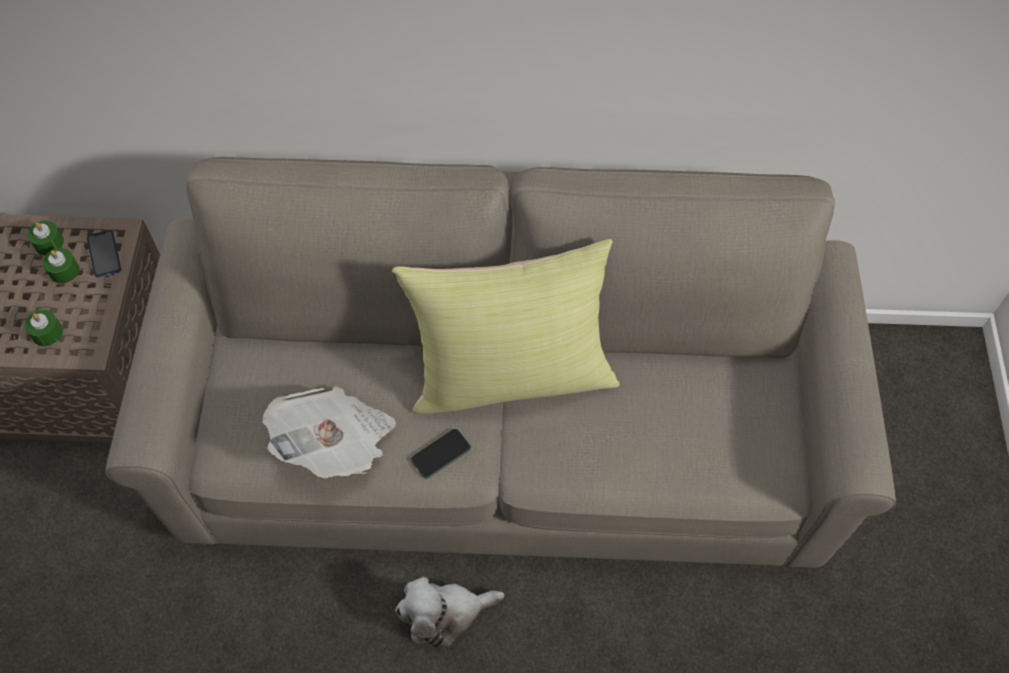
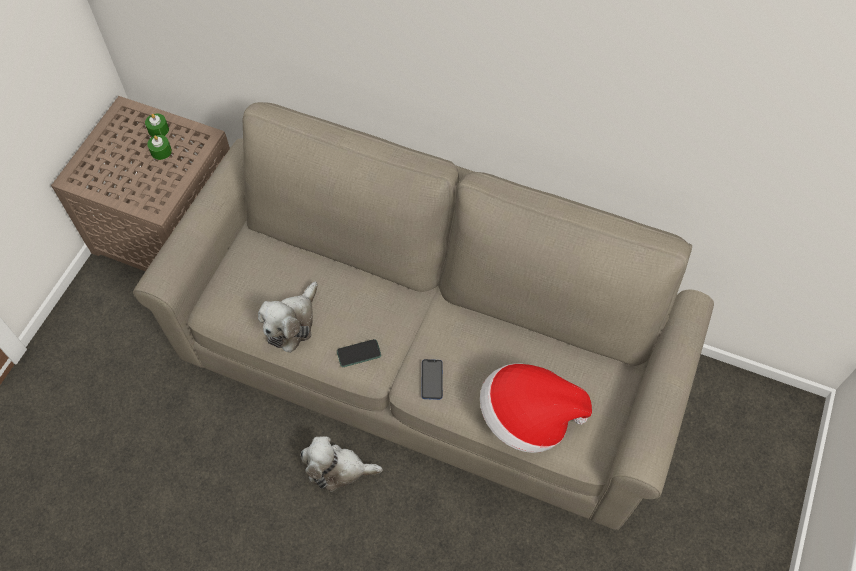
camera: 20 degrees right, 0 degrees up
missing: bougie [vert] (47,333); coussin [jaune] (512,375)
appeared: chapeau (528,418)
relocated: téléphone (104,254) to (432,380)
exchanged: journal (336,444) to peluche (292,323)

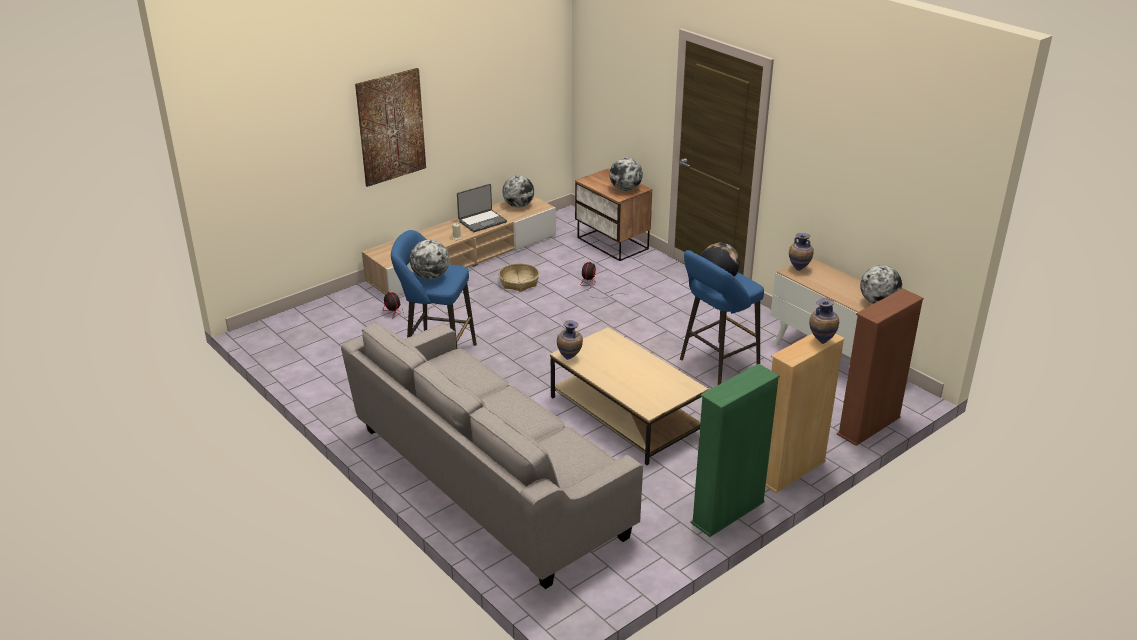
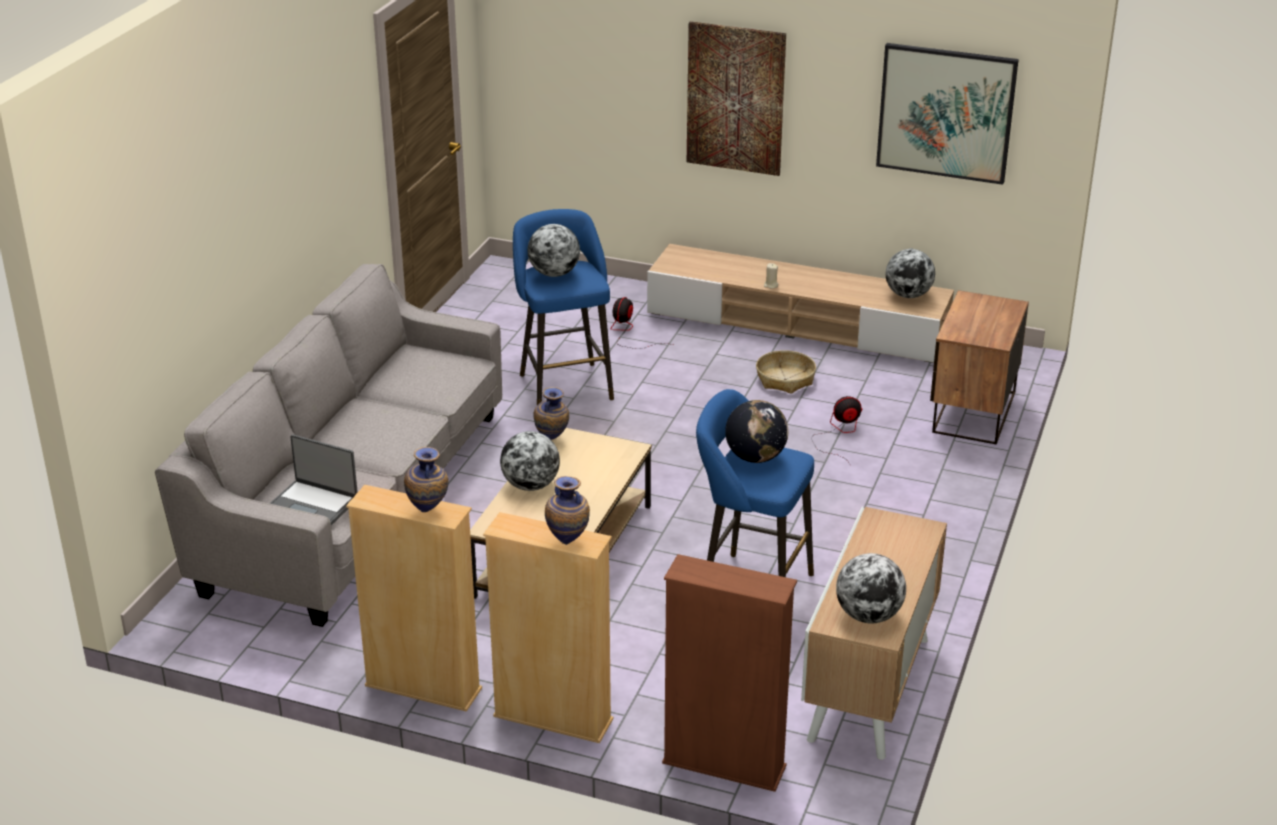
camera: 60 degrees right, 0 degrees up
appeared: tableau (946,112)
relocated: ordinateur portable (482,221) to (313,504); globe (625,189) to (531,485); vase (799,269) to (428,511)
colour: bibliothèque [vert] (728,513) to bibliothèque [beige] (423,687)

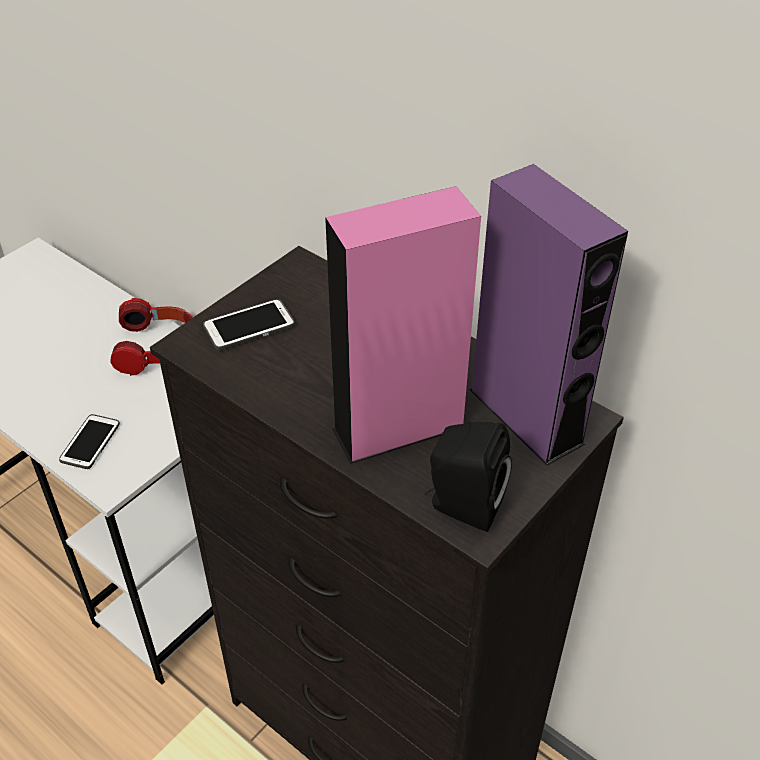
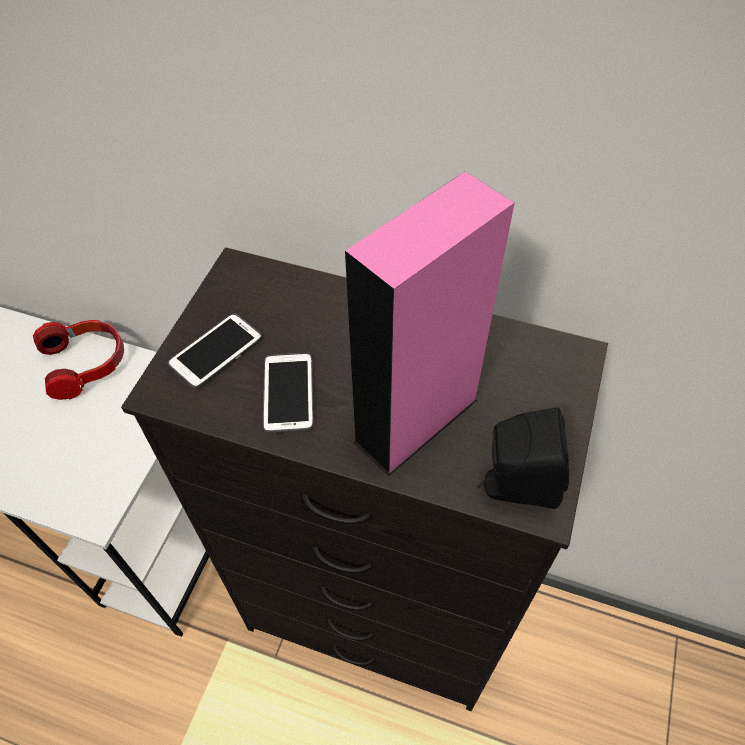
camera: 20 degrees left, 10 degrees up
missing: enceinte [violet] (526,416)
relocated: téléphone (90,442) to (288,393)

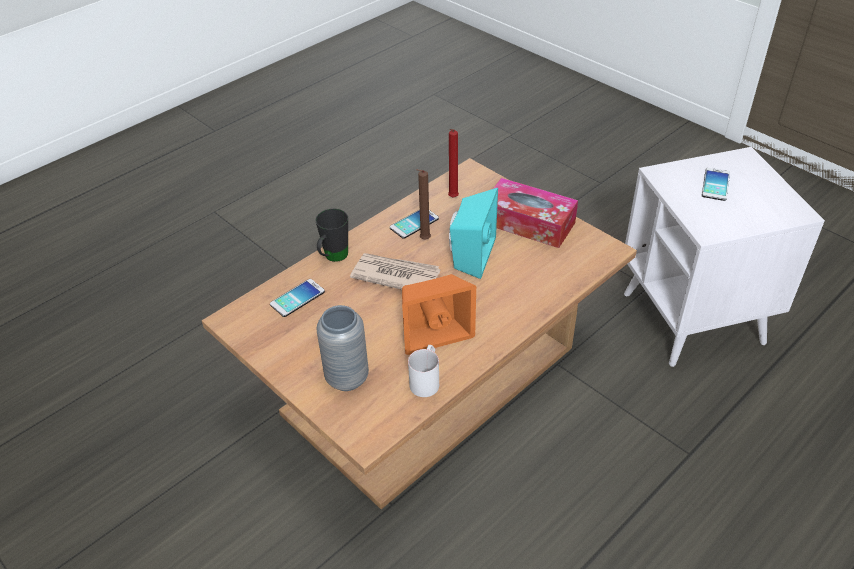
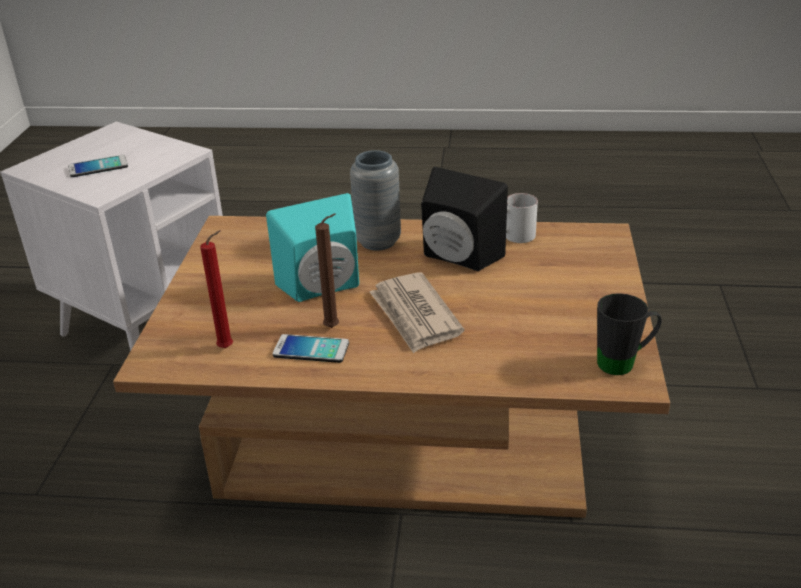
camera: 130 degrees left, 10 degrees down
missing: téléphone (297,298); boîte à mouchoirs (528,223)
relocated: mug [noir] (333,258) to (624,362); vase [gris] (347,378) to (378,241)
colour: enceinte [orange] (434,332) to enceinte [noir] (457,258)

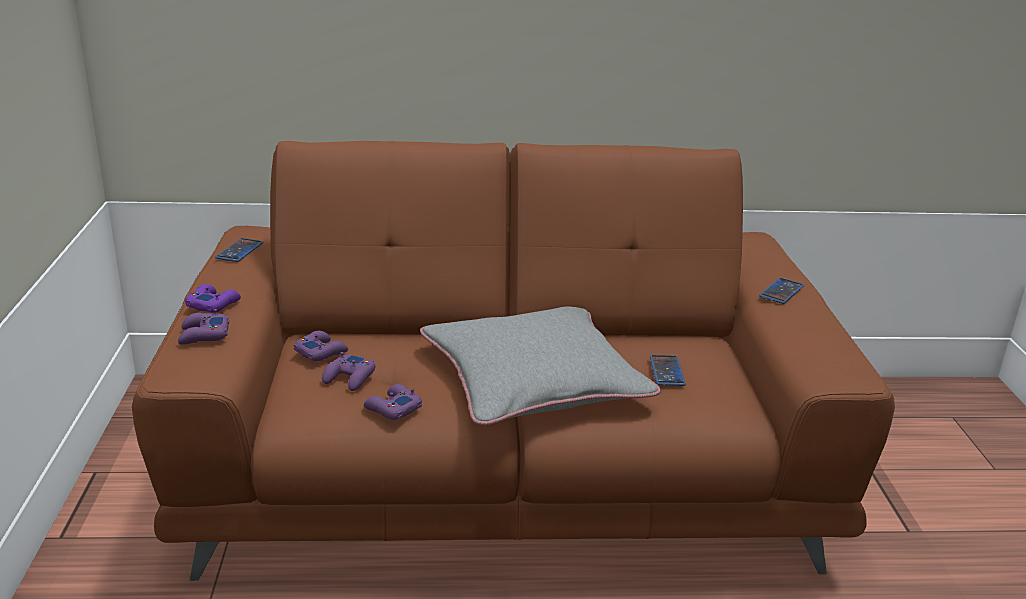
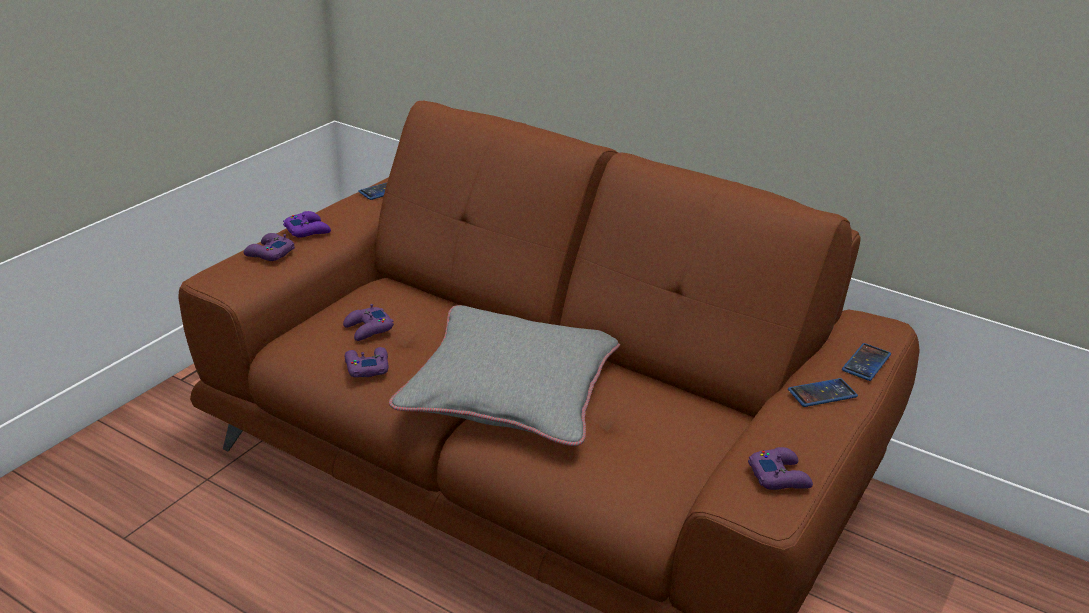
camera: 35 degrees right, 5 degrees up
relocated: manette [violet] (321,352) to (779,476); téléphone (666,371) to (866,362)

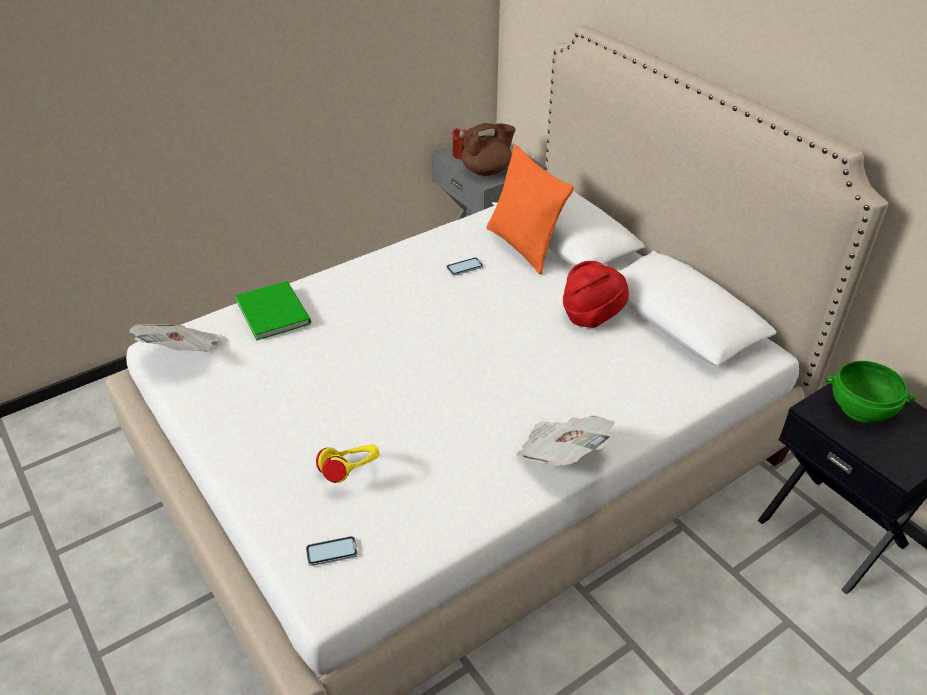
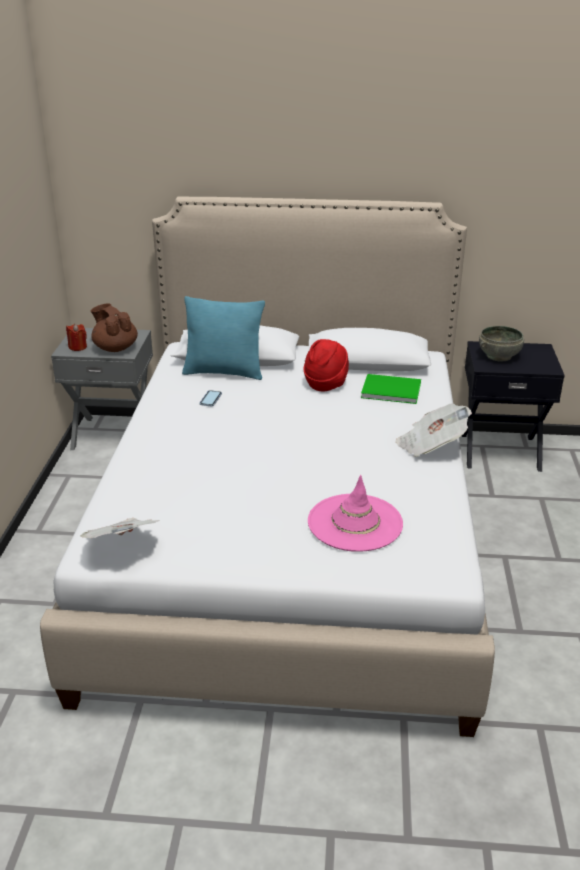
camera: 50 degrees left, 10 degrees down
missing: téléphone (332,552)
relocated: livre [vert] (274,310) to (389,390)
exchanged: casque audio [jaune] (350,474) to chapeau [rose] (355,523)
colour: coussin [orange] (523,247) to coussin [turquoise] (224,372); bol [vert] (860,410) to bol [gris] (499,356)
spun: théière [marron] (487,171) = (115,348) 60 degrees counterclockwise

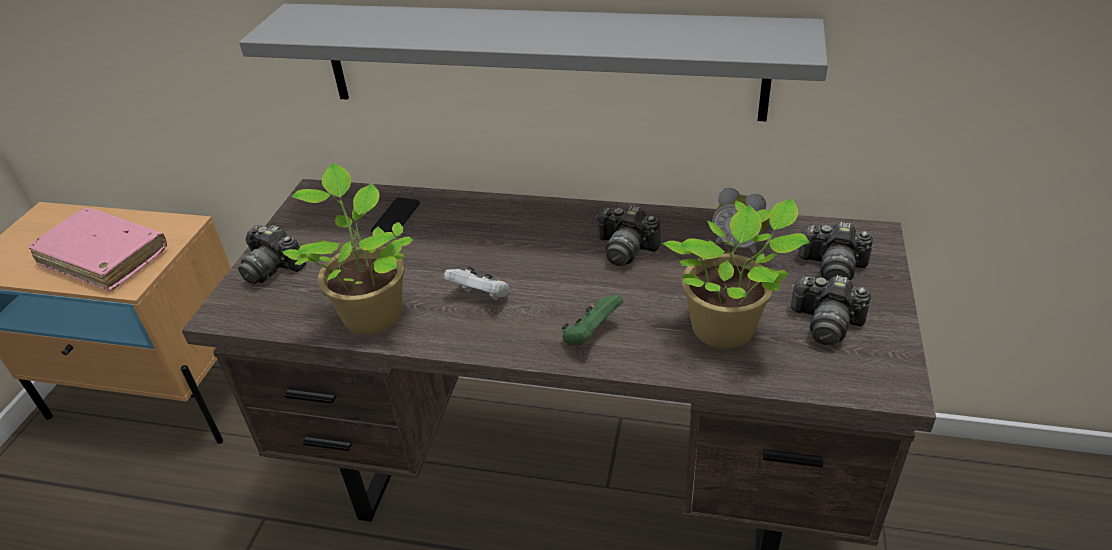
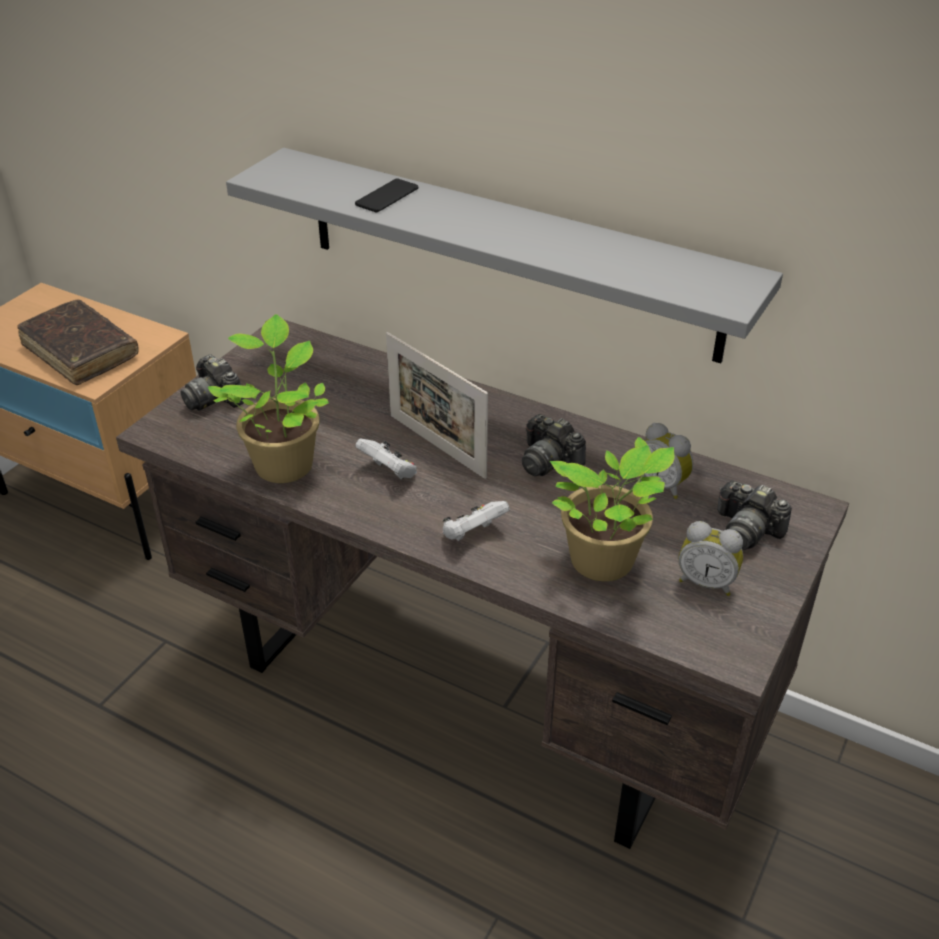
camera: 15 degrees right, 0 degrees up
appeared: cadre photo (437,446)
relocated: téléphone (396,217) to (387,196)
exchanged: appareil photo (826,323) to réveil (706,582)
colour: livre [rose] (104,258) to livre [marron] (80,352); manette [vert] (591,335) to manette [blanc] (473,534)

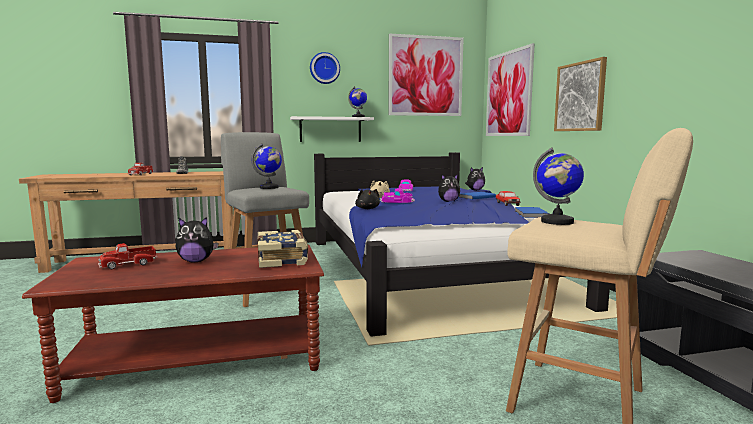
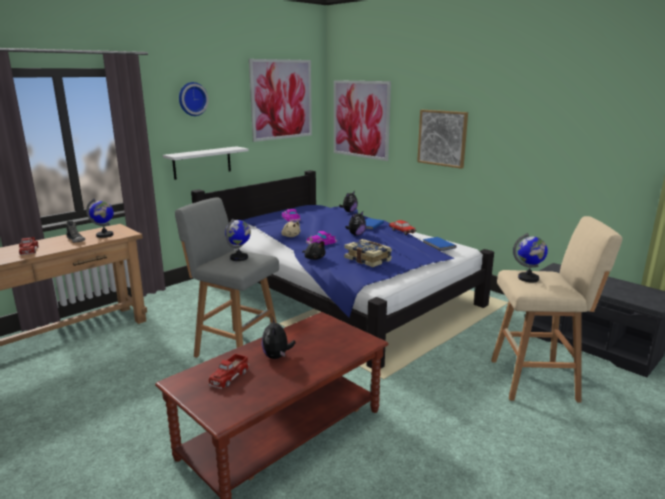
camera: 30 degrees left, 10 degrees up
relocated: livre (283,259) to (368,259); globe (358,117) to (105,235)
spun: peluche (196,261) = (277,356) 120 degrees clockwise

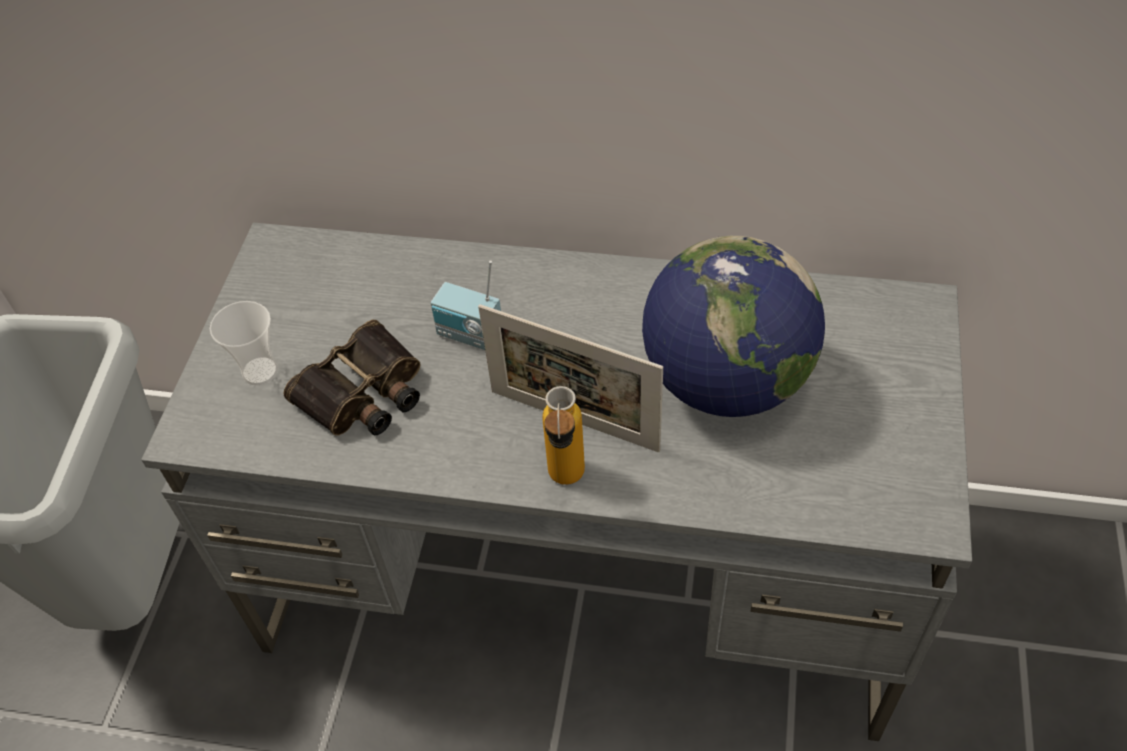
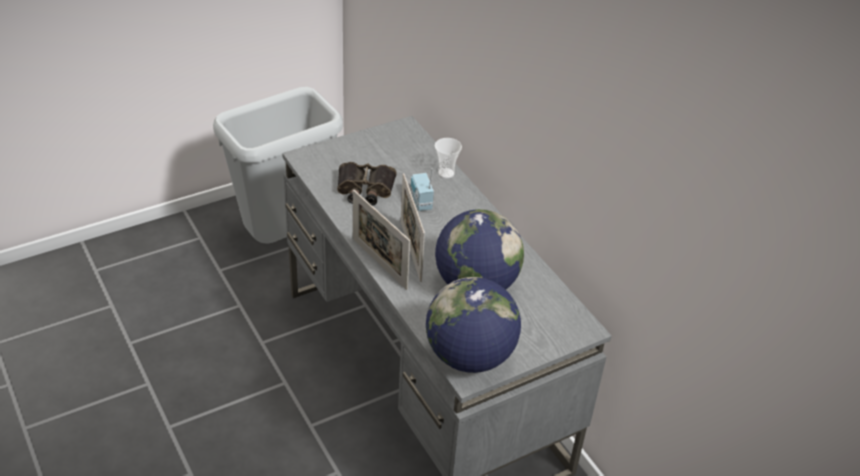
camera: 45 degrees right, 10 degrees down
appeared: globe (469,356)
relocated: tasse (260,371) to (446,173)
exchanged: bouteille (566,484) to cadre photo (379,263)

